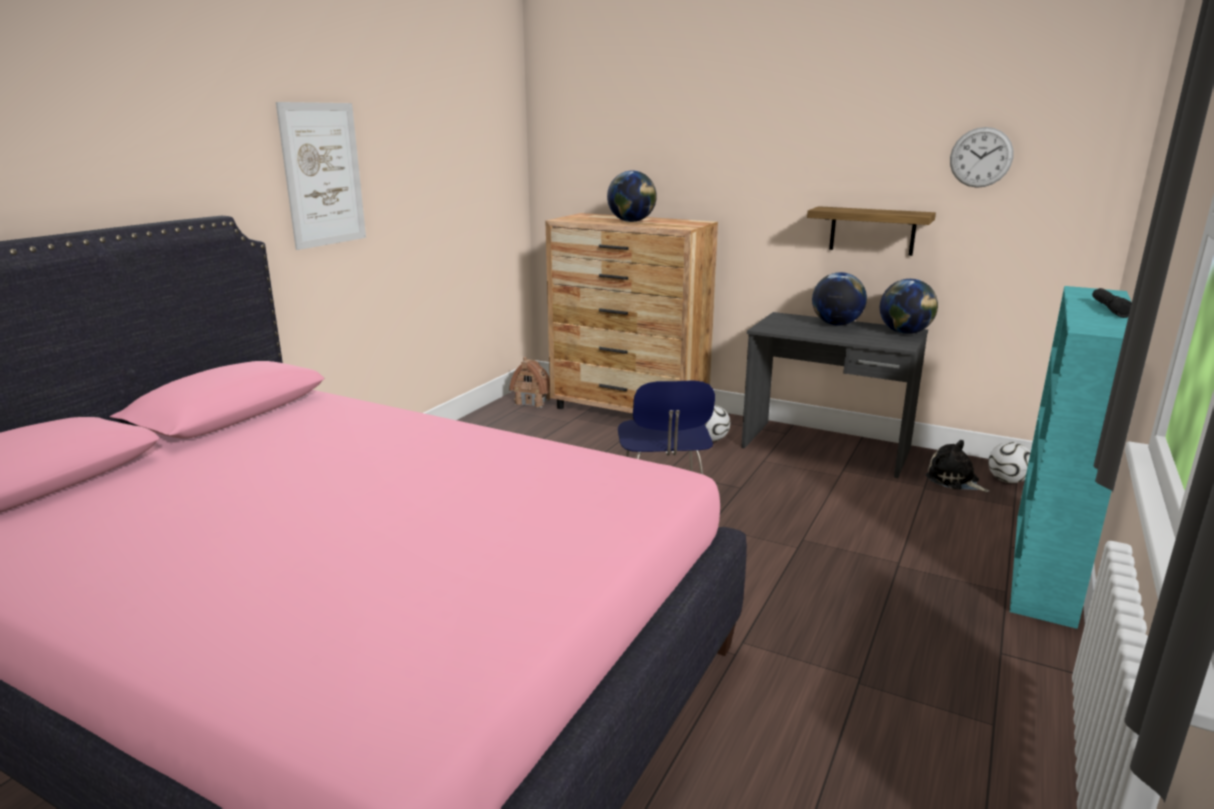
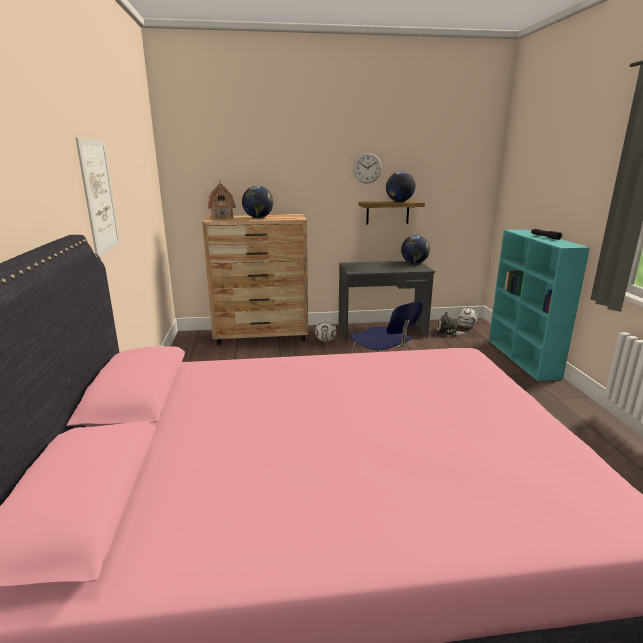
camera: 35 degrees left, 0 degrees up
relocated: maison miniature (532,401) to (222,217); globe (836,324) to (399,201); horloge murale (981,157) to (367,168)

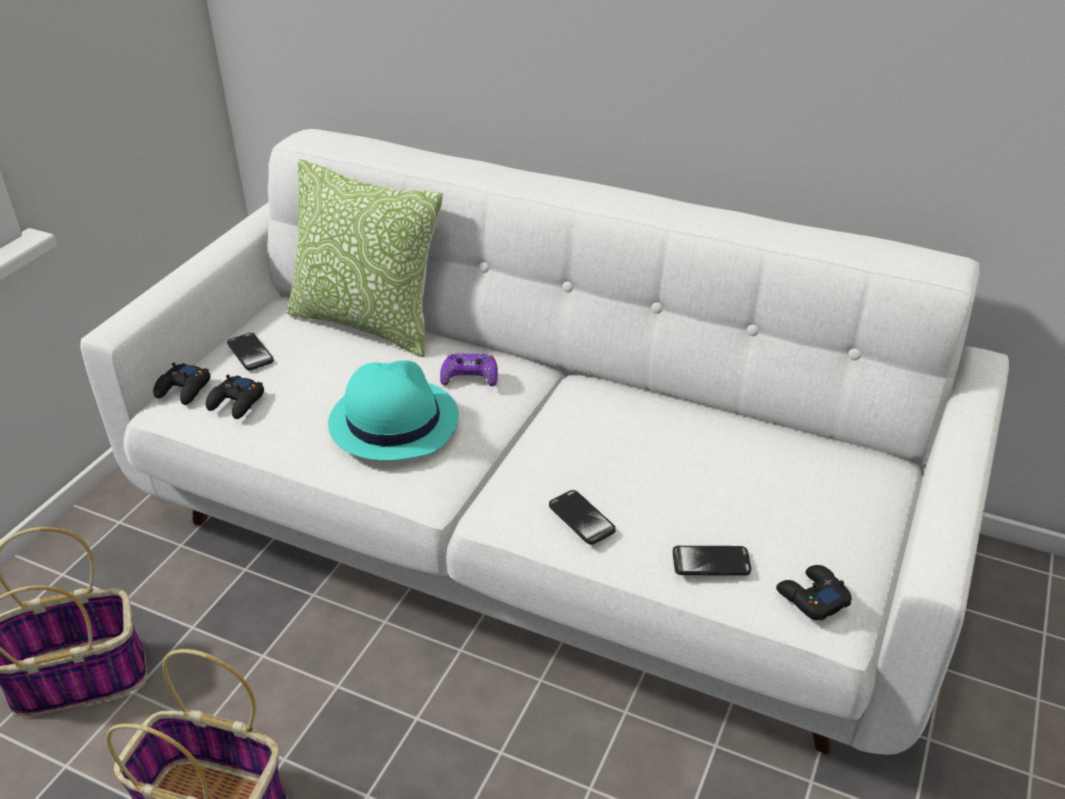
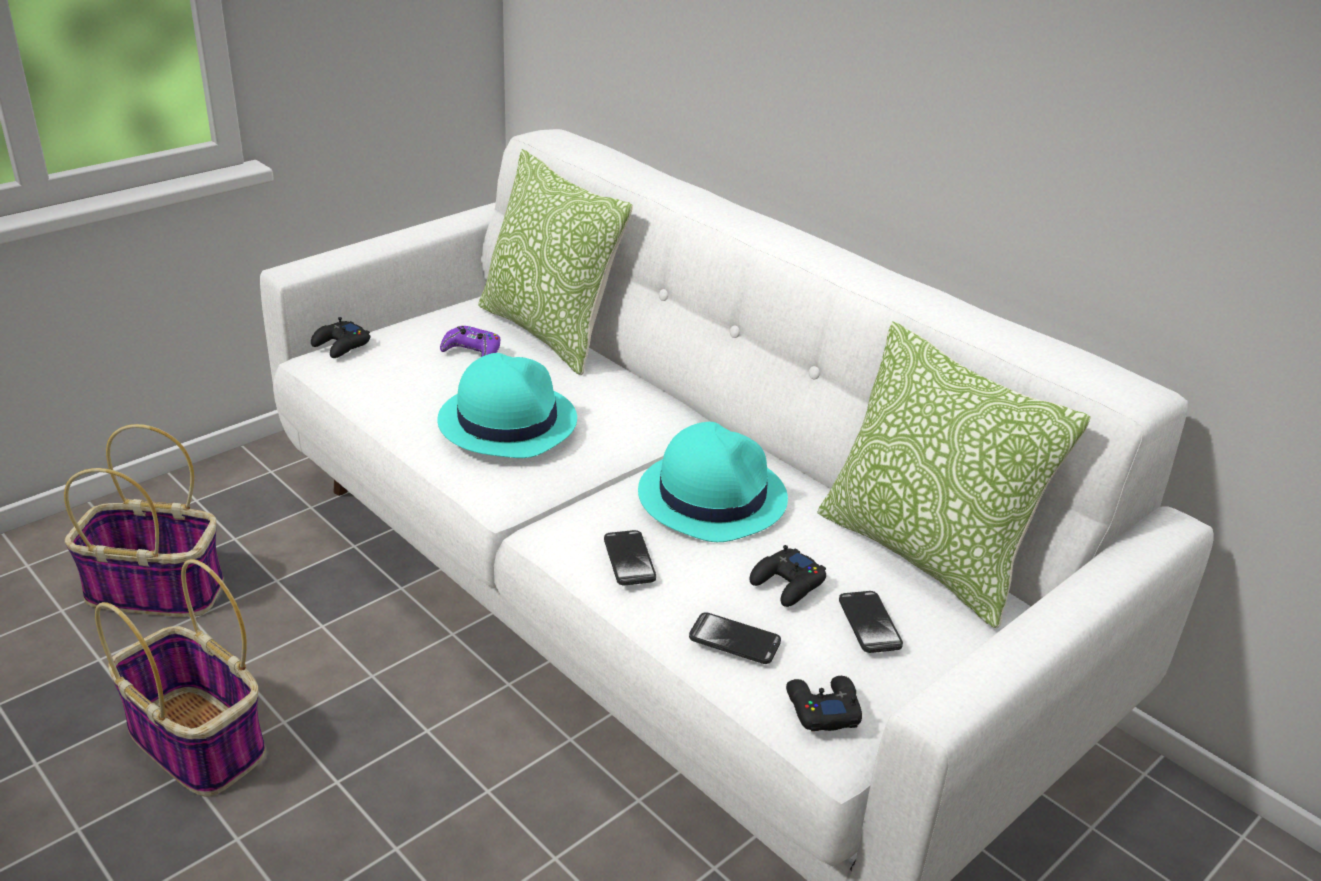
camera: 20 degrees right, 5 degrees down
appeared: chapeau [turquoise] (712,495); coussin (923,555)
relocated: manette [noir] (237,402) to (787,584); téléphone (250,353) to (869,623); manette [violet] (470,377) to (472,351)

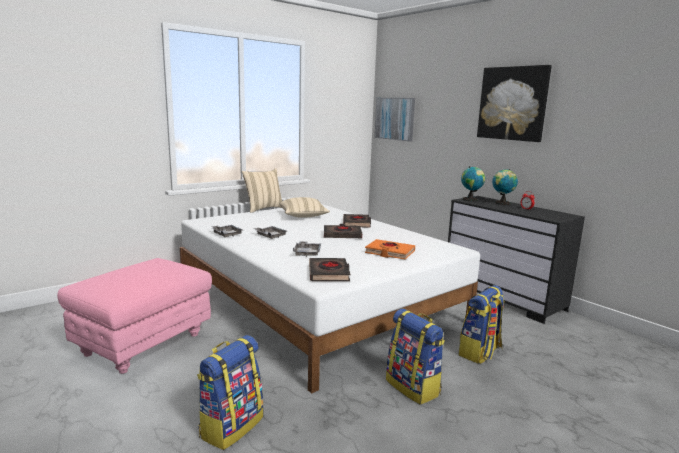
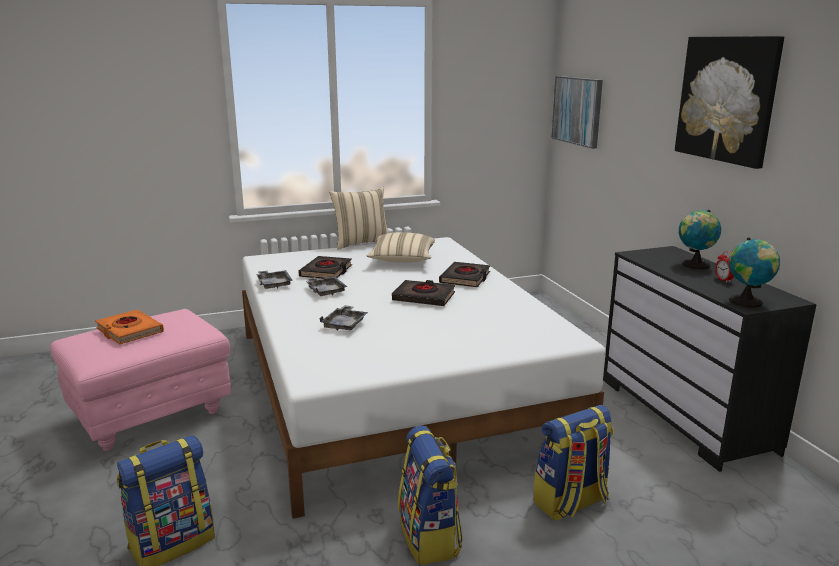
camera: 20 degrees right, 5 degrees up
relocated: livre [noir] (329,273) to (326,272); livre [orange] (389,252) to (129,331); globe (471,199) to (748,302)

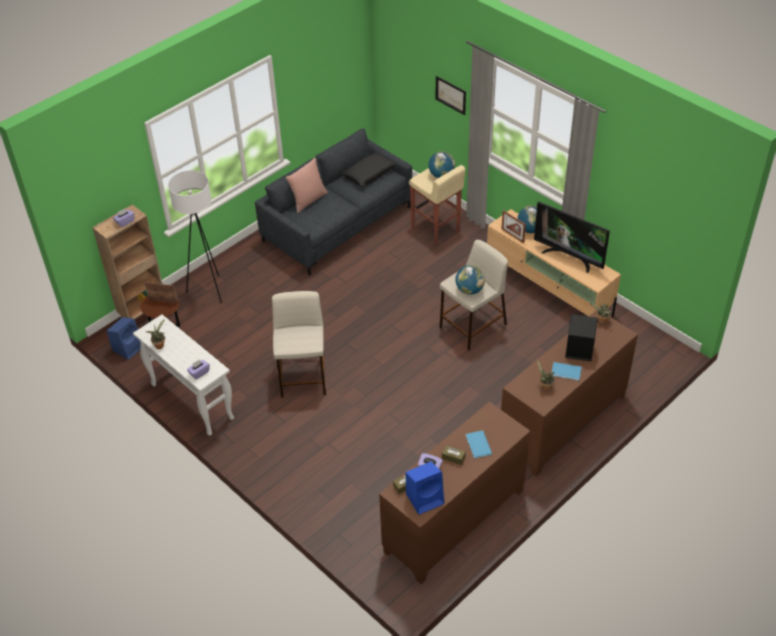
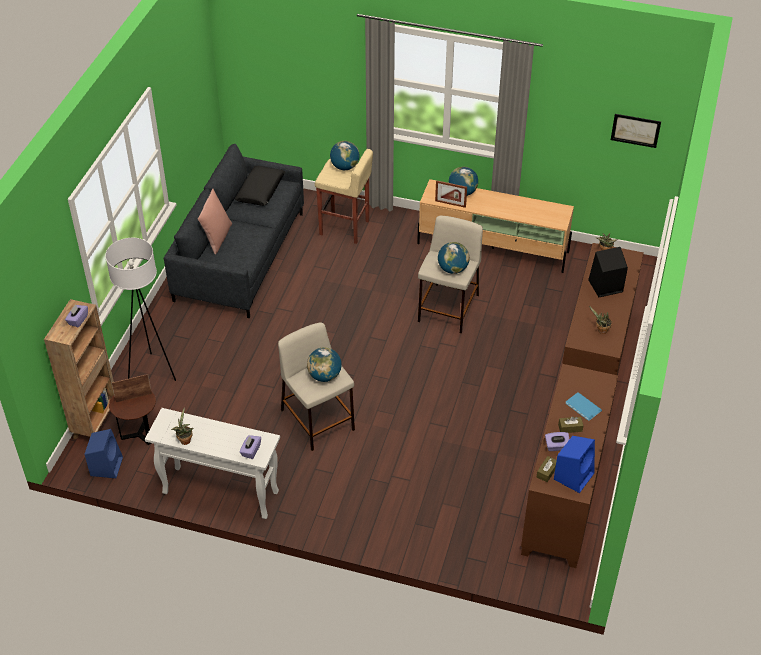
camera: 30 degrees left, 0 degrees up
missing: téléviseur (569,257); livre [bleu] (566,372)
appeared: globe (324,376)
relocated: tableau (450,95) to (635,130)

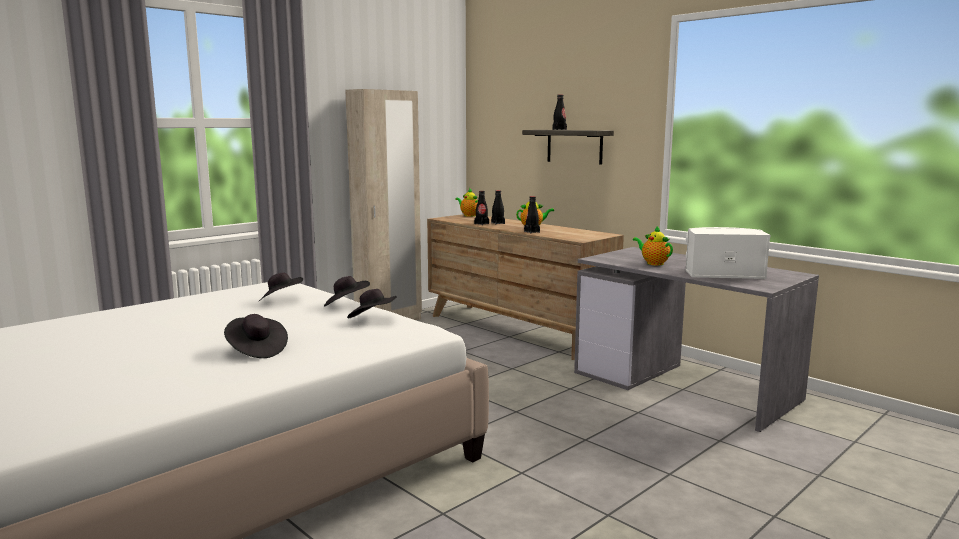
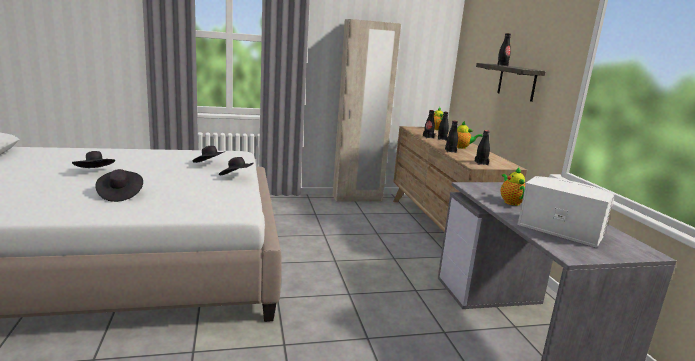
camera: 30 degrees right, 5 degrees up
appeared: bouteille [noir] (481,163)
relocated: chapeau [noir] (373,319) to (95,172)

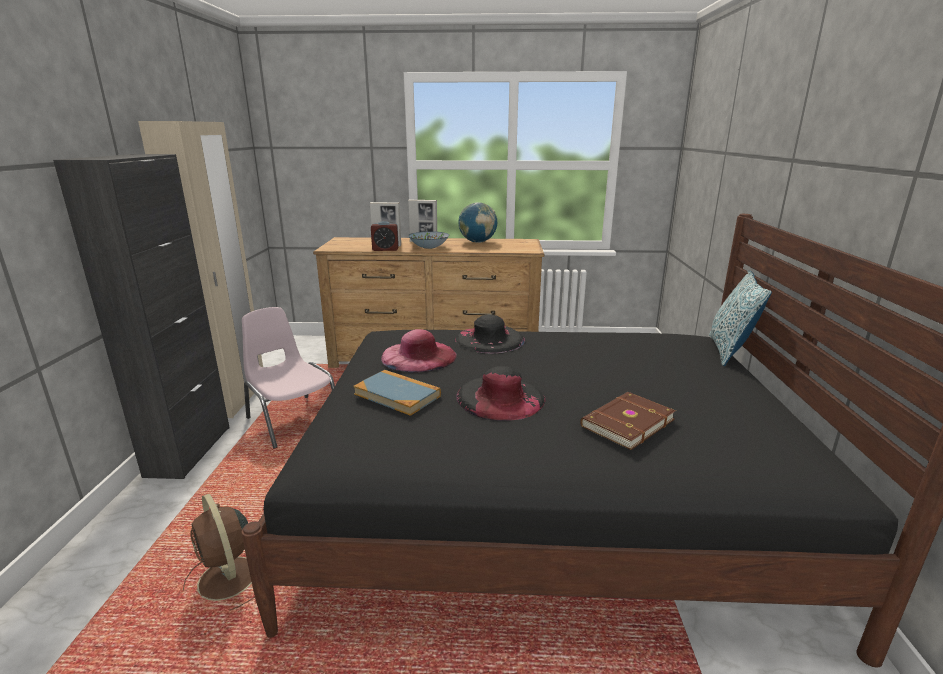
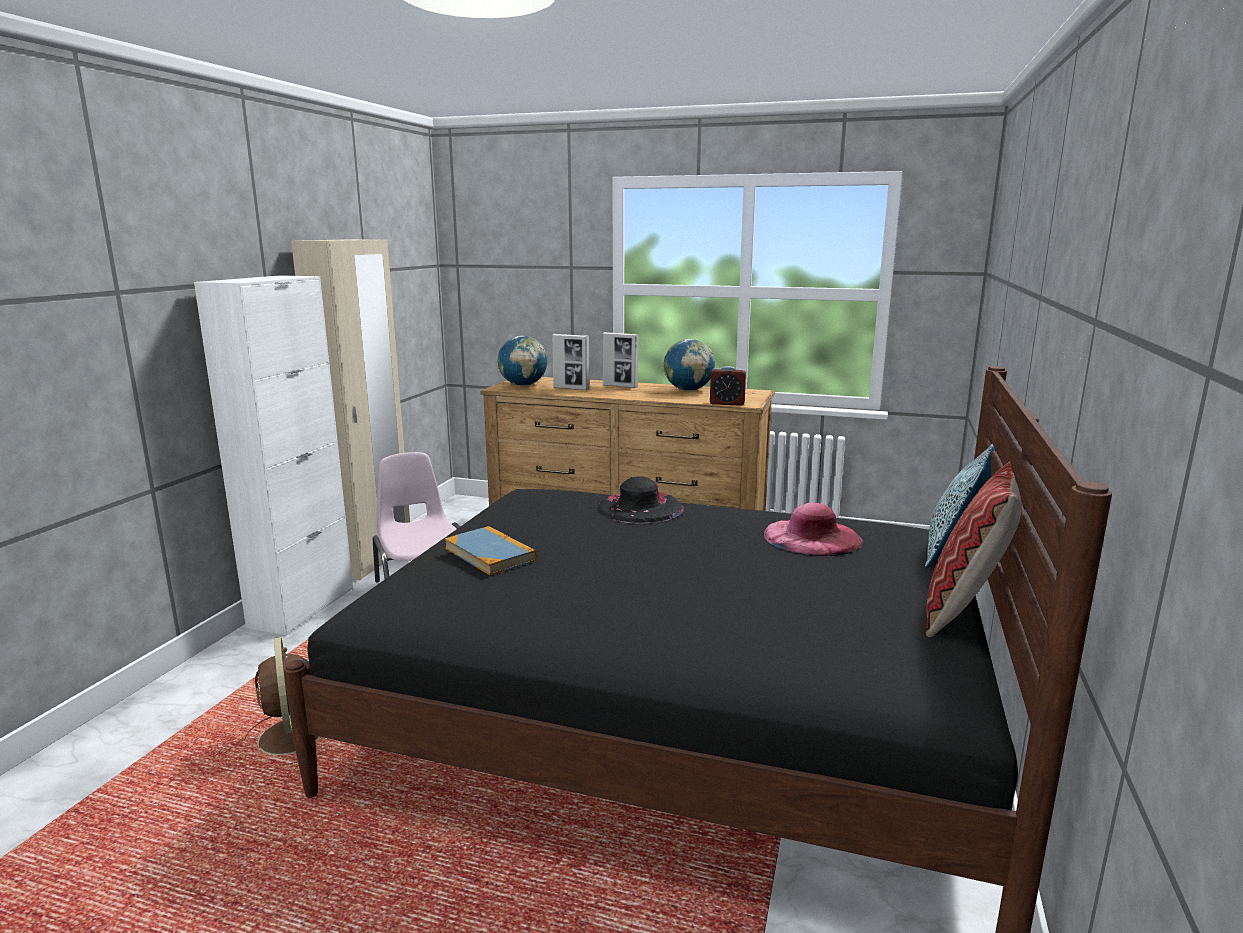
camera: 15 degrees right, 5 degrees down
missing: bol (429,247); chapeau [noir] (500,397); livre [marron] (626,422)
appeared: globe (523,385); coussin (966,610)
relocated: réveil (385,249) to (727,403); chapeau [rose] (418,356) to (812,537)
colour: meuble de rangement [noir] (189,451) to meuble de rangement [blanc] (302,608)

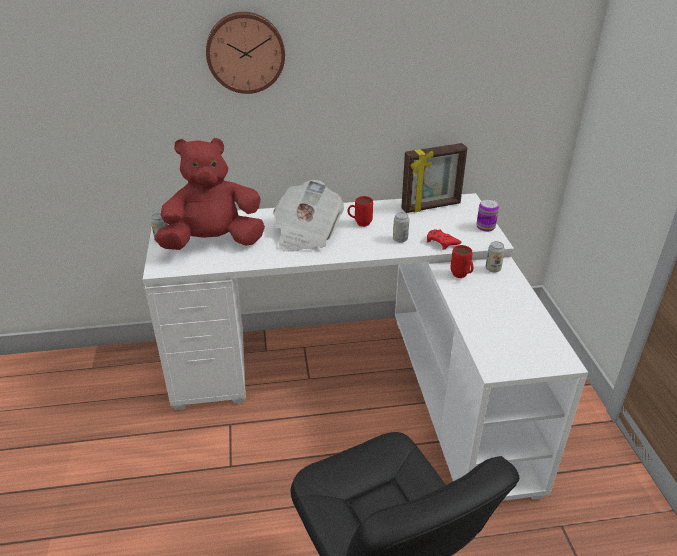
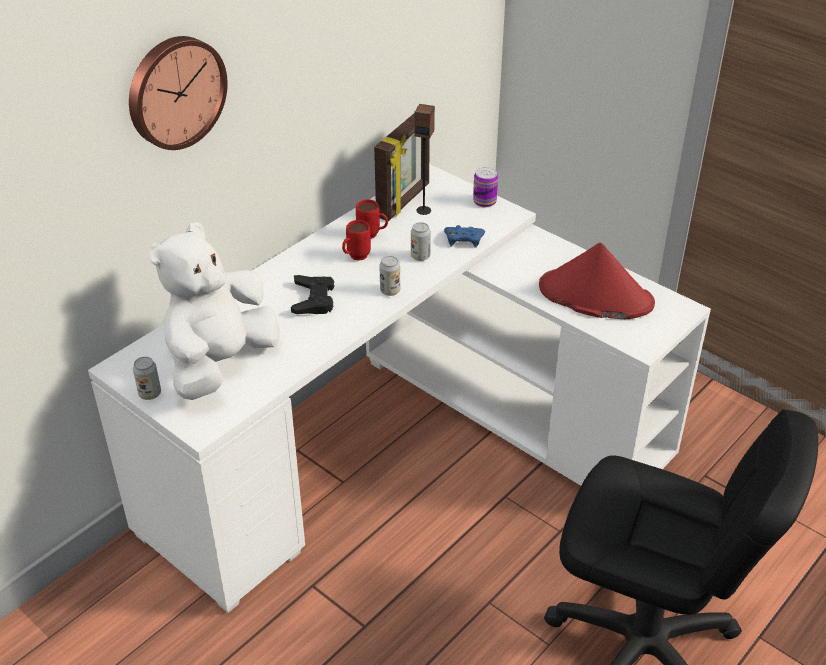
camera: 40 degrees left, 5 degrees up
appeared: enceinte (423,210); chapeau [rouge] (595,296)
relocated: mug [rouge] (461,276) to (372,236); boîte métallique (493,269) to (390,291)
exchanged: journal (306,234) to manette [noir] (313,299)
colour: peluche [rouge] (214,242) to peluche [blanc] (220,363); manette [rouge] (441,242) to manette [bleu] (464,239)

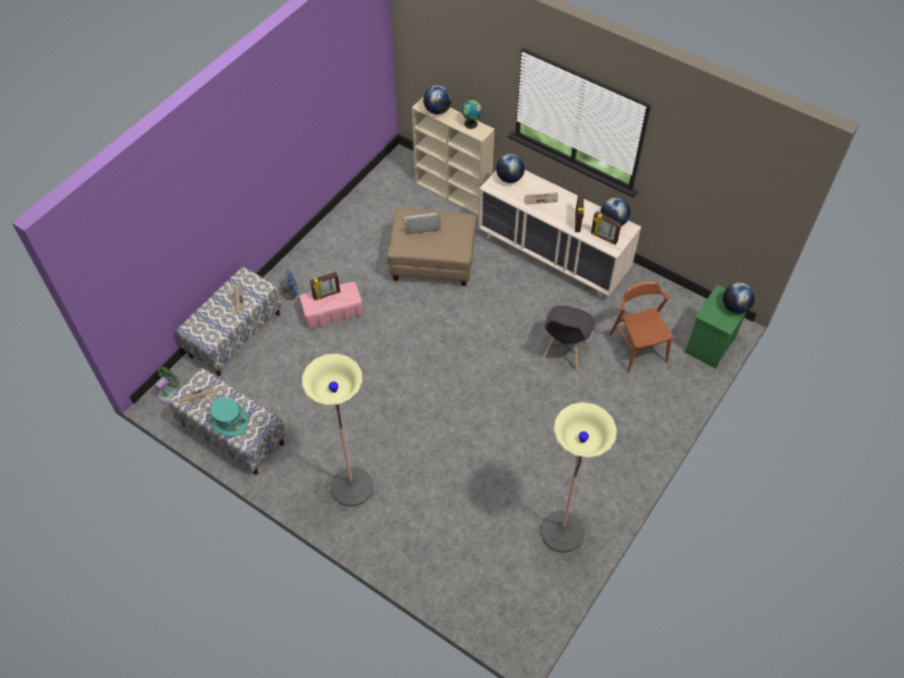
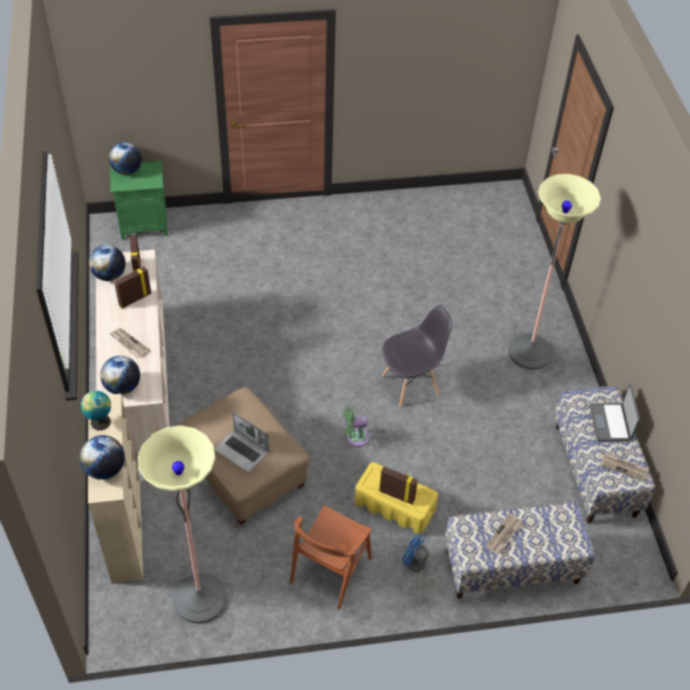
camera: 135 degrees left, 5 degrees down
relocated: ventilateur [vert] (169,393) to (355,437); chaise [gris] (564,351) to (411,384); lampadaire (562,531) to (199,598); chaise [marron] (638,348) to (330,570)
exchanged: chapeau [turquoise] (229,421) to ordinateur portable (611,423)
colour: boîte de rangement [rose] (333,312) to boîte de rangement [jaune] (394,506)

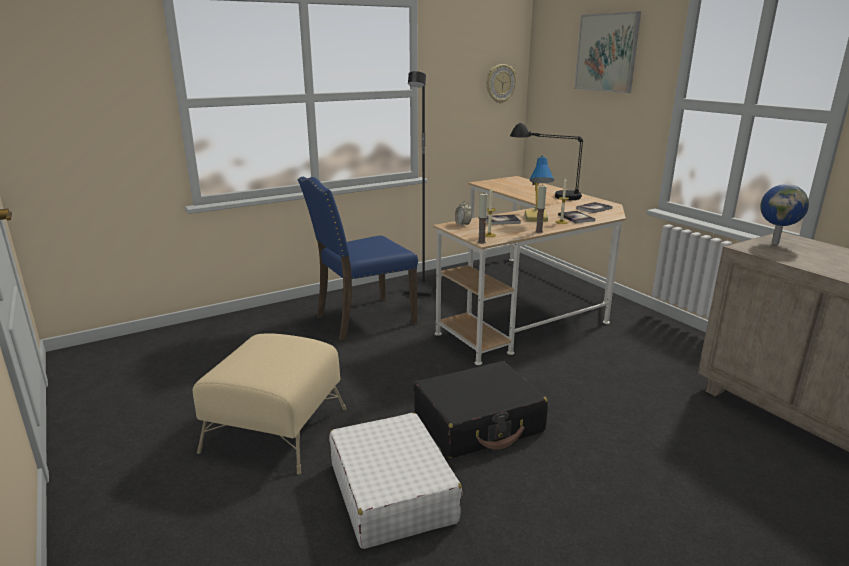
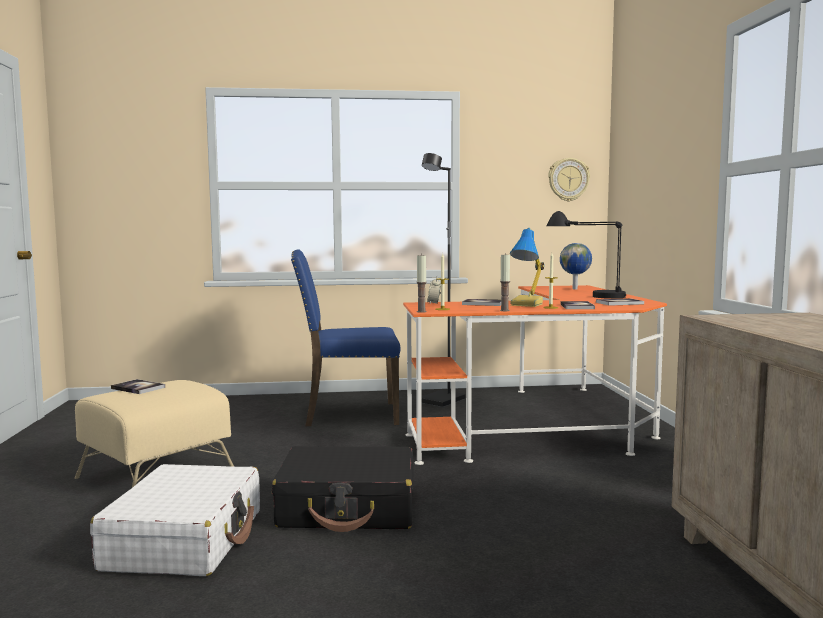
camera: 25 degrees right, 15 degrees down
missing: tableau (606,52)
appeared: livre (138,388)
relocated: globe (775,243) to (575,289)
colour: bureau [beige] (528,304) to bureau [orange] (549,426)

